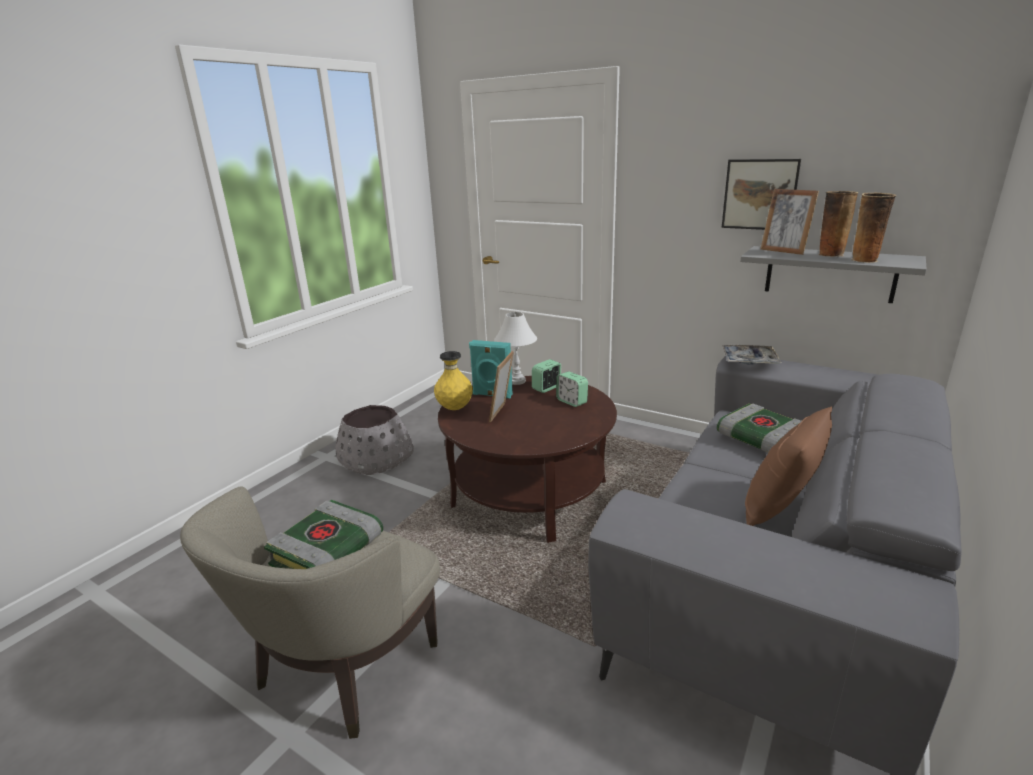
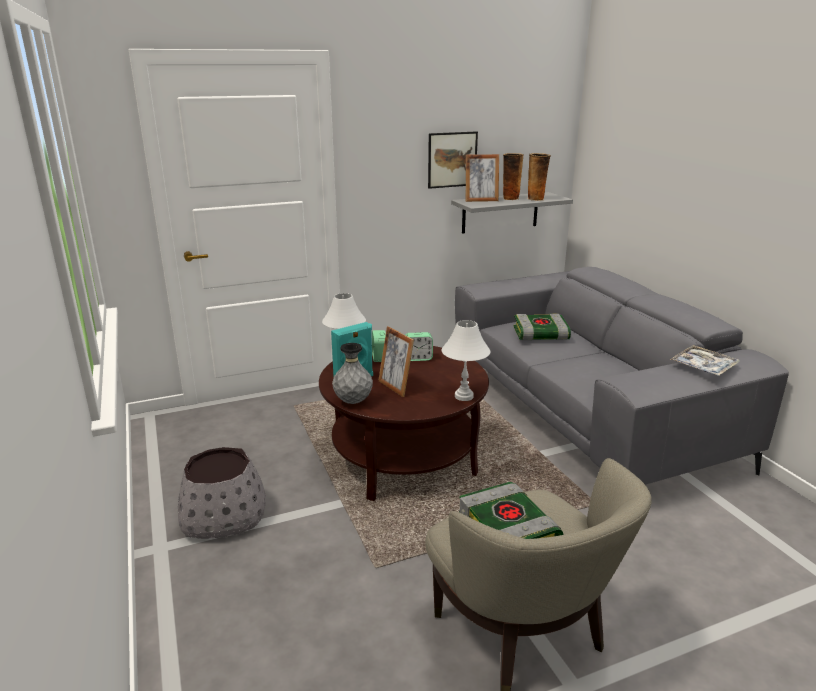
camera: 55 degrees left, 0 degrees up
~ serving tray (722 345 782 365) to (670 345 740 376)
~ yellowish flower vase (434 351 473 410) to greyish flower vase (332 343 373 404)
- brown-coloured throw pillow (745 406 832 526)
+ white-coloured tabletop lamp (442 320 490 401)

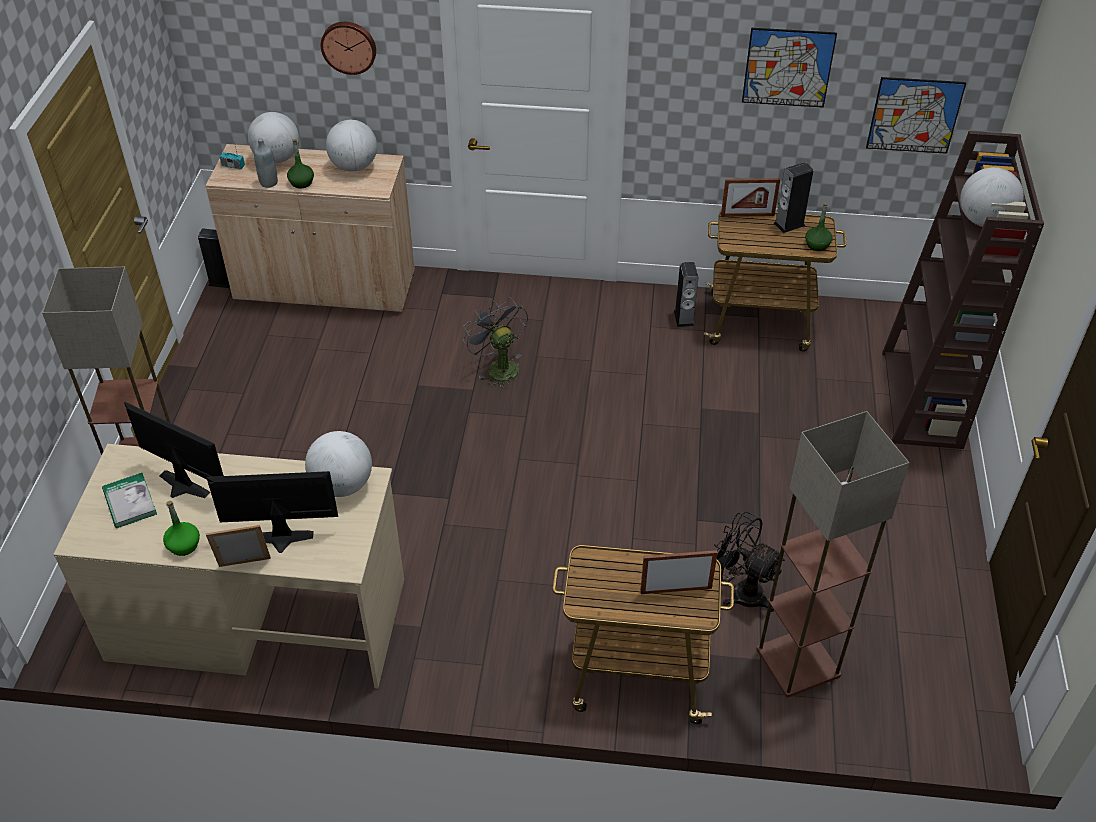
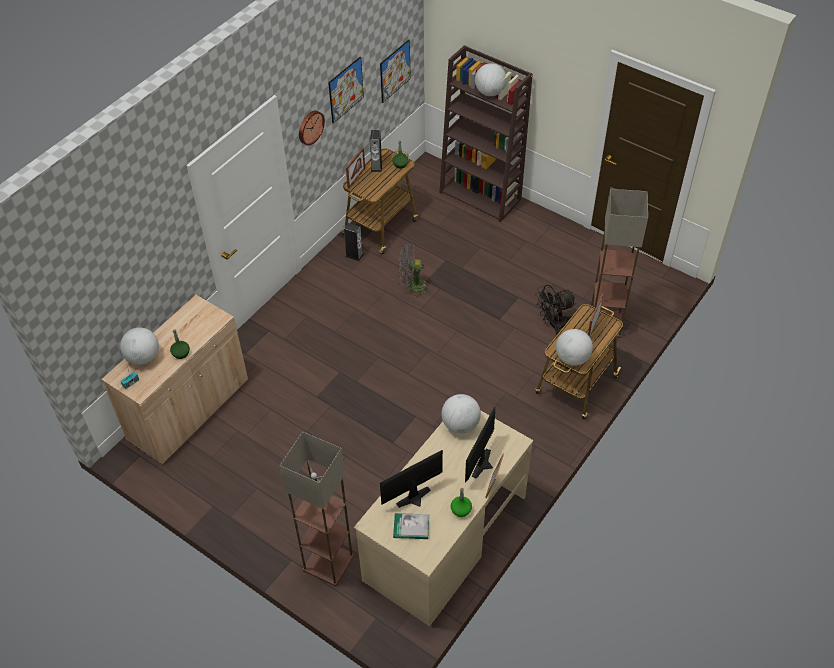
camera: 60 degrees left, 5 degrees up
~ hanging clock (321 22 376 75) to (299 111 325 146)
~ world globe (326 120 377 172) to (556 329 593 366)
- greyish beverage bottle (254 138 278 188)
- speaker (198 228 230 288)
~ greyish electric fan (463 297 528 389) to (398 244 432 297)

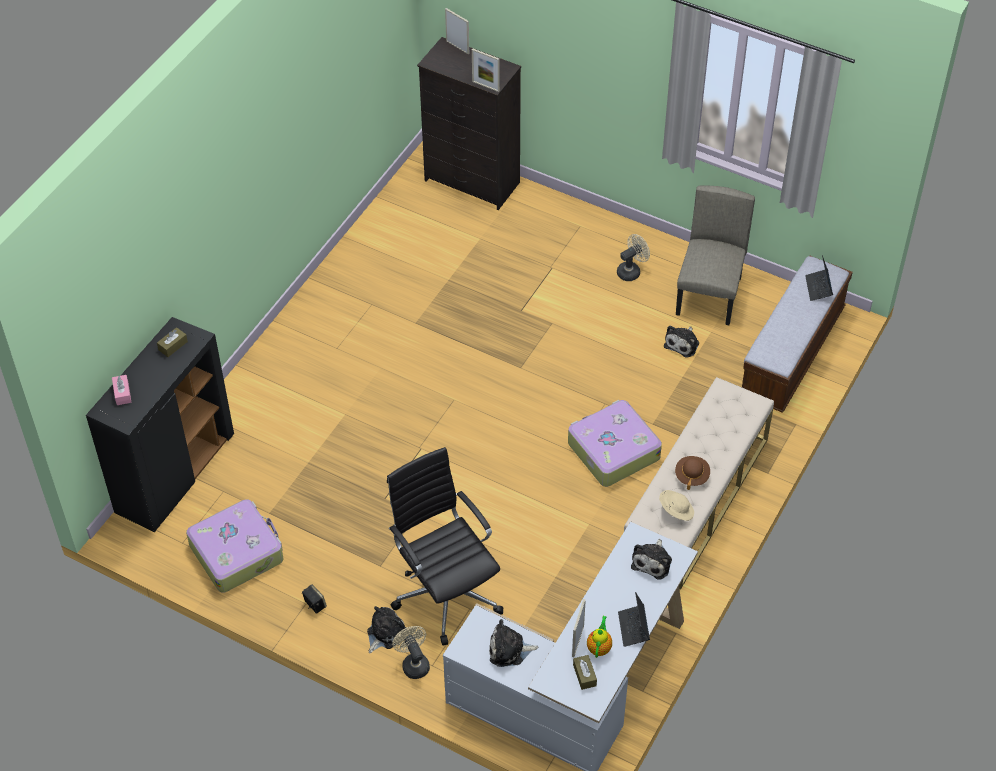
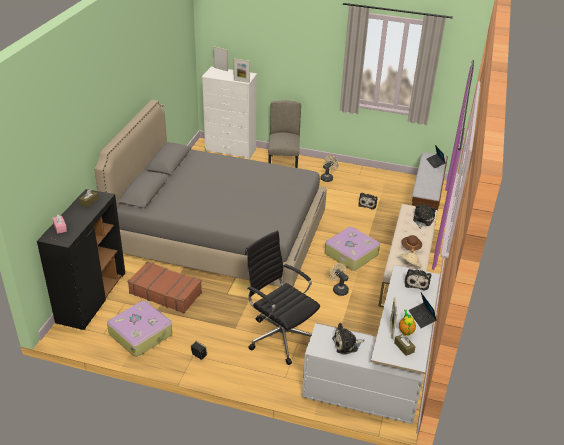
camera: 15 degrees left, 15 degrees down
~ black dresser (417 37 521 210) to white-coloured dresser (202 67 257 160)
~ beige upright chair (676 186 755 325) to (268 100 301 168)
~ plush toy (367 606 408 653) to (413 205 436 229)
~ beige electric fan (392 626 430 679) to (329 263 349 296)
+ greyish bedroom bed (94 100 327 287)
+ brown-coloured suitcase (128 261 202 313)

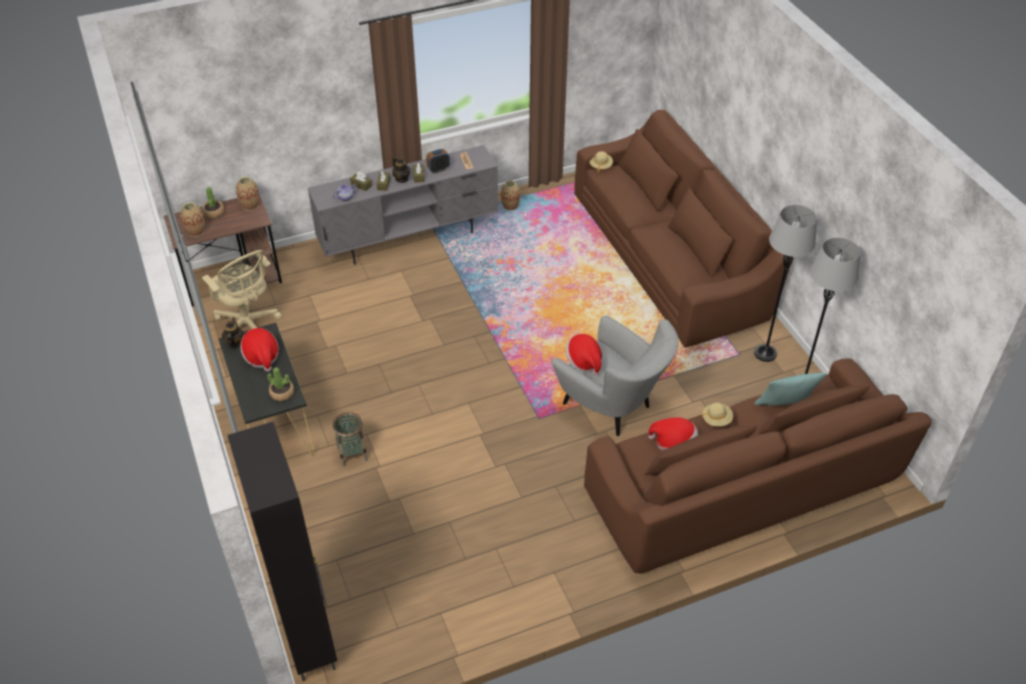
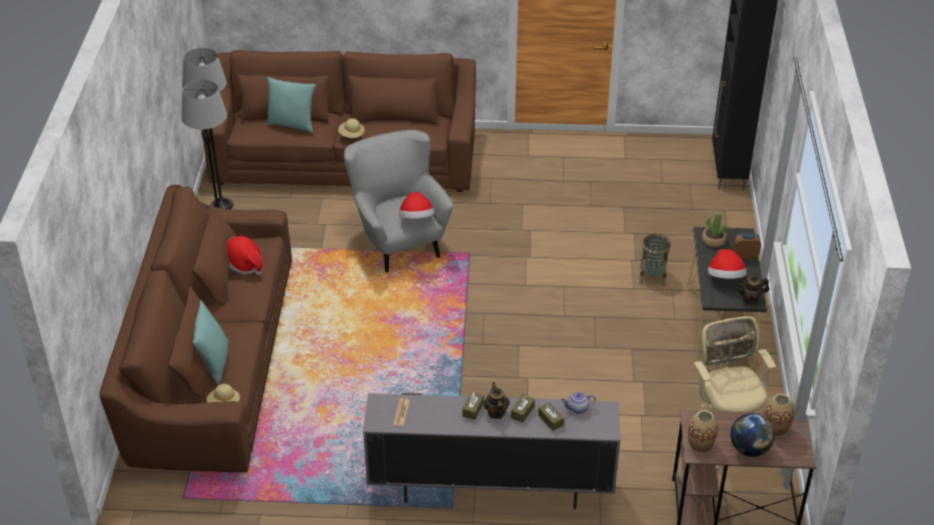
camera: 155 degrees left, 5 degrees down
~ bedside clock (426 149 450 173) to (733 233 761 259)
- flower vase (501 180 520 211)
~ houseplant (202 187 224 218) to world globe (730 413 774 457)
~ pot for tea (222 317 244 348) = (736 275 769 304) 60 degrees clockwise
~ hat (648 417 698 450) to (227 236 262 275)
+ turquoise-coloured throw pillow (193 300 229 385)

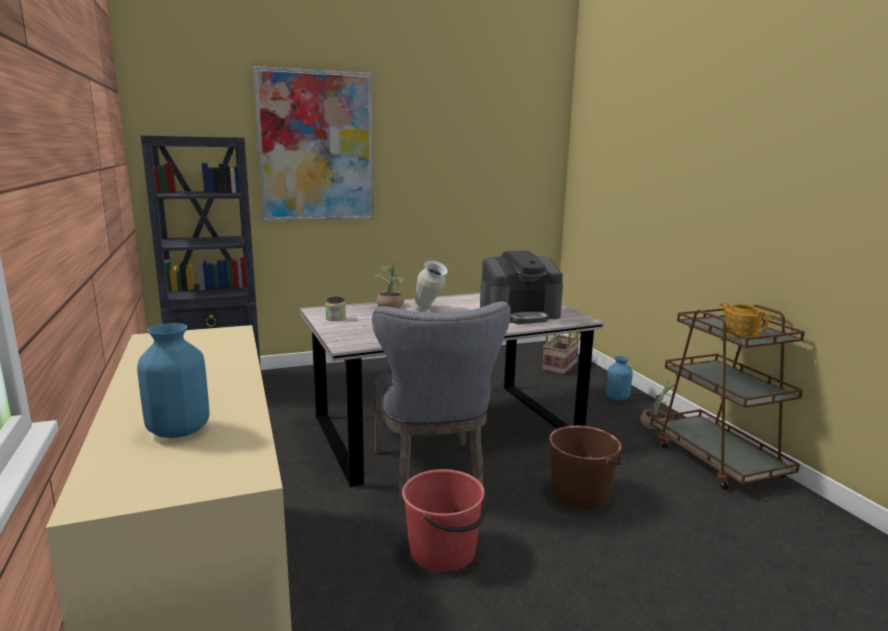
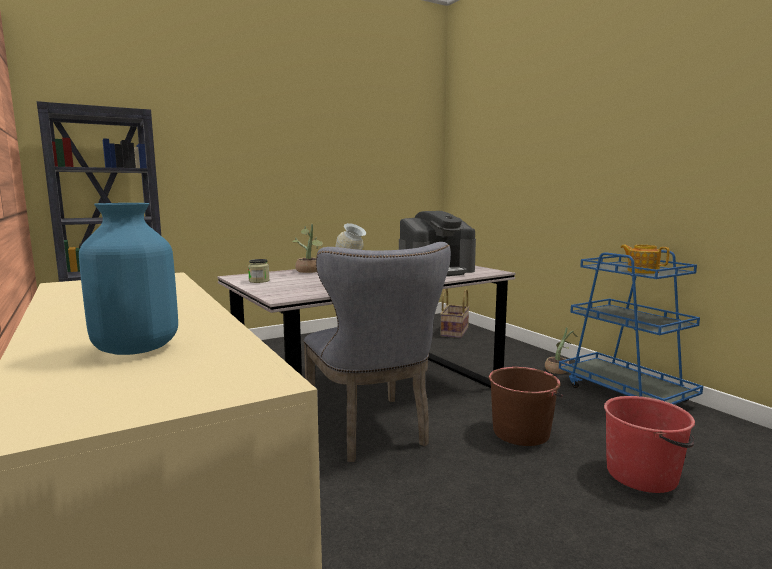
camera: 10 degrees left, 5 degrees down
- picture (253 66 374 221)
~ brown-coloured trolley (650 305 805 490) to bluish trolley (559 250 703 404)
- bluish flower vase (606 356 633 400)
~ reddish pail (402 469 486 572) to (604 396 695 493)

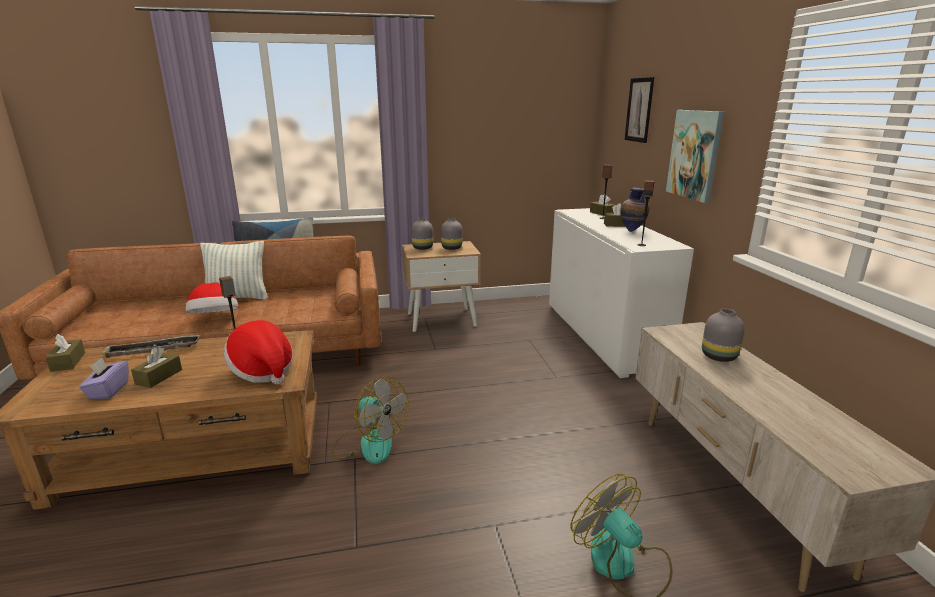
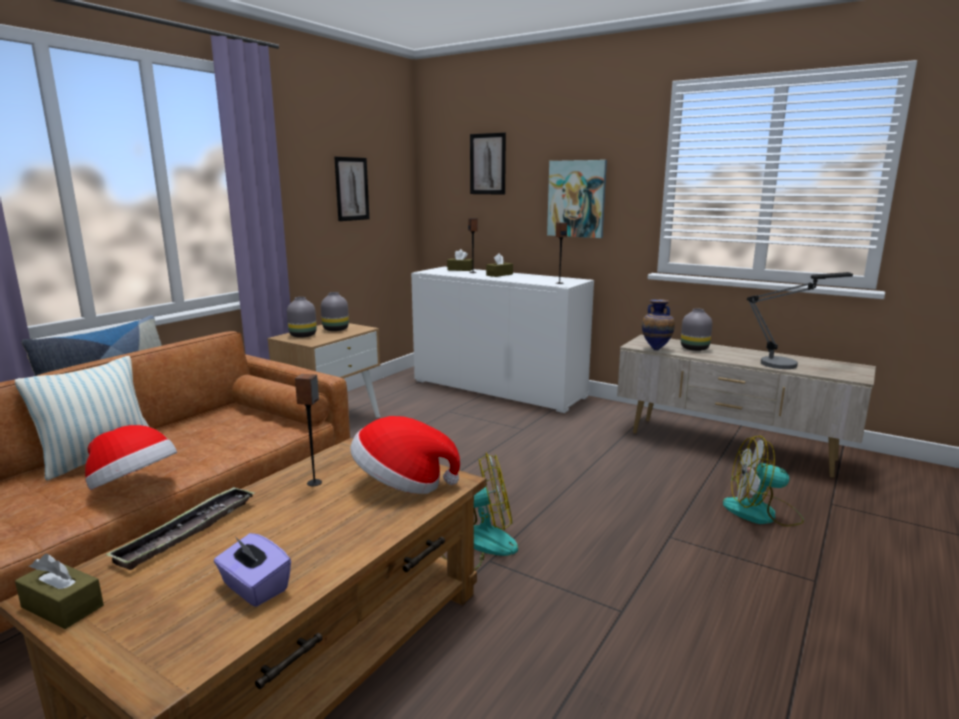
camera: 45 degrees left, 5 degrees down
~ flower vase (620 187 649 232) to (642 299 675 350)
- brown-coloured tissue box (131 347 182 388)
+ picture (334 157 370 221)
+ tabletop lamp (747 272 853 369)

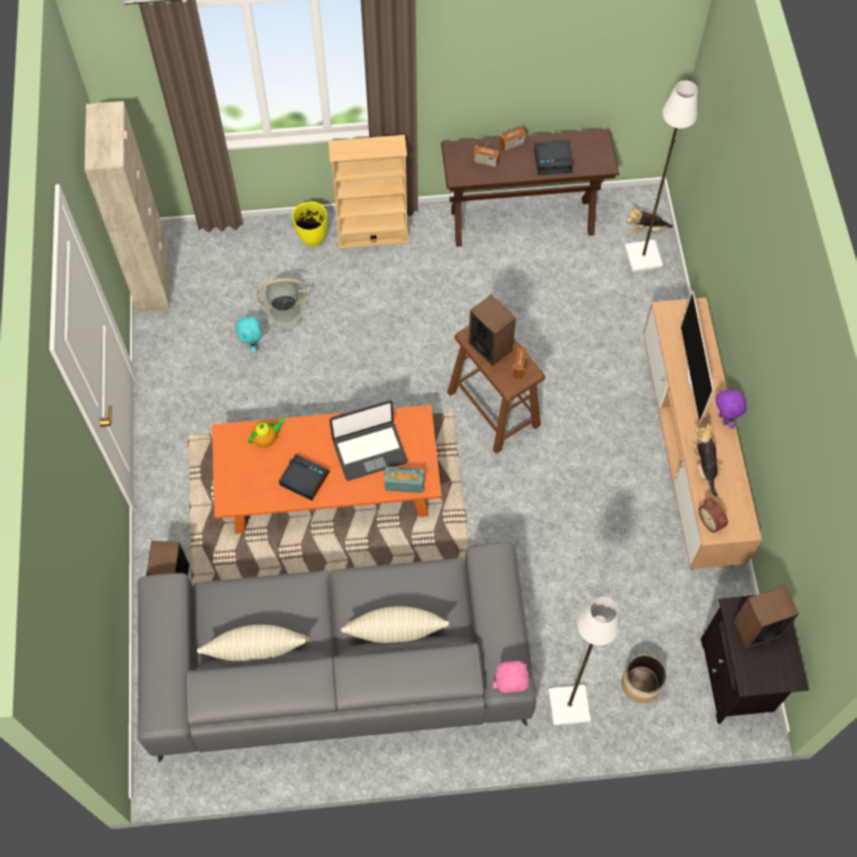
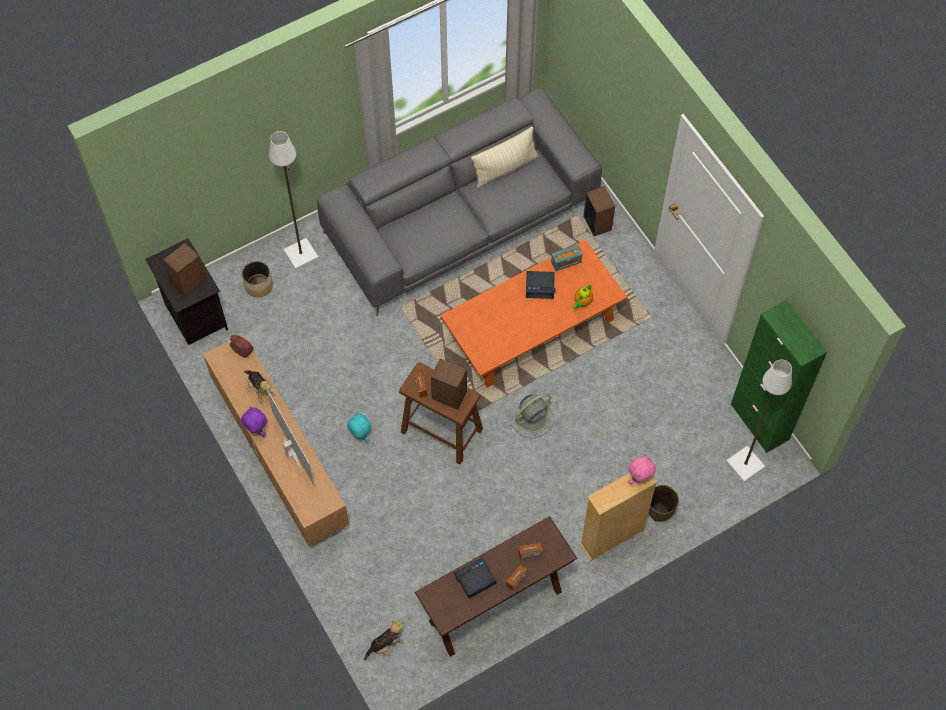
camera: 155 degrees right, 0 degrees up
~ white-coloured standard lamp (624 81 698 272) to (726 360 792 482)
~ beige cupboard (85 101 170 312) to greenish cupboard (731 300 827 453)
~ yellowish flower vase (292 202 327 247) to brown-coloured flower vase (649 485 679 522)
~ greyish electric fan (257 278 312 332) to (511 393 554 438)
~ turquoise-coloured plush toy (236 316 262 353) to (347 412 372 442)
- notebook computer (330 400 407 481)
~ radio set (384 467 425 493) to (551 245 582 271)
- beige throw pillow (341 606 449 643)
~ pinkish plush toy (493 661 529 693) to (628 456 656 484)

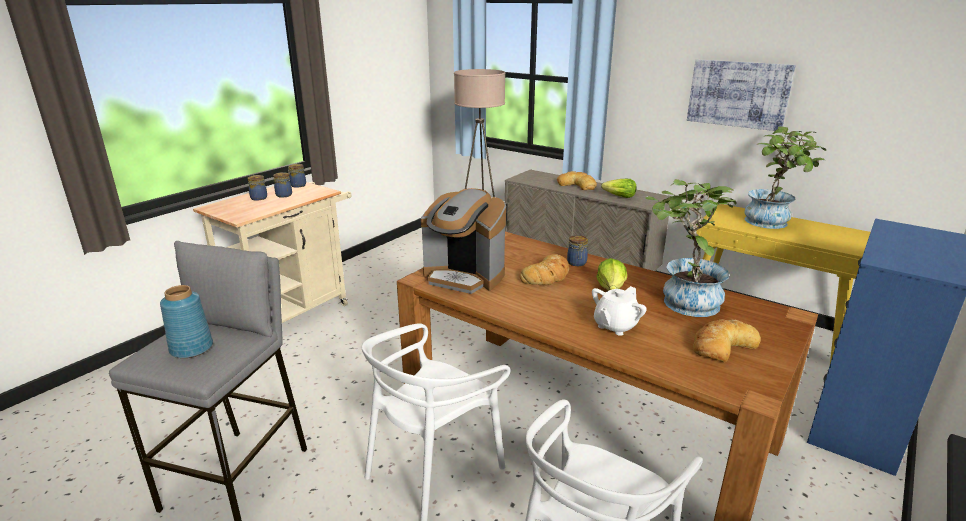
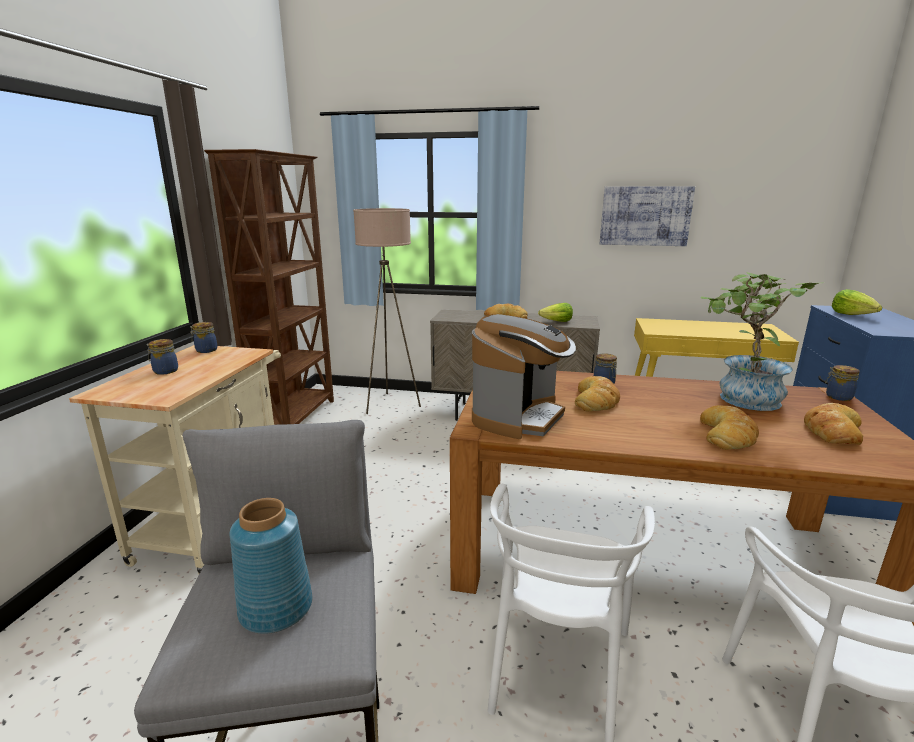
camera: 25 degrees left, 5 degrees down
- houseplant (745 126 826 229)
~ jar (273 172 292 198) to (825 365 860 401)
~ coffee machine (421 188 506 294) = (472 314 576 439) 60 degrees counterclockwise
~ head of lettuce (597 258 627 290) to (832 289 882 315)
~ white-coloured pot for tea (592 286 647 336) to bread (700 405 759 450)
+ brown-coloured shelving unit (204 149 334 425)

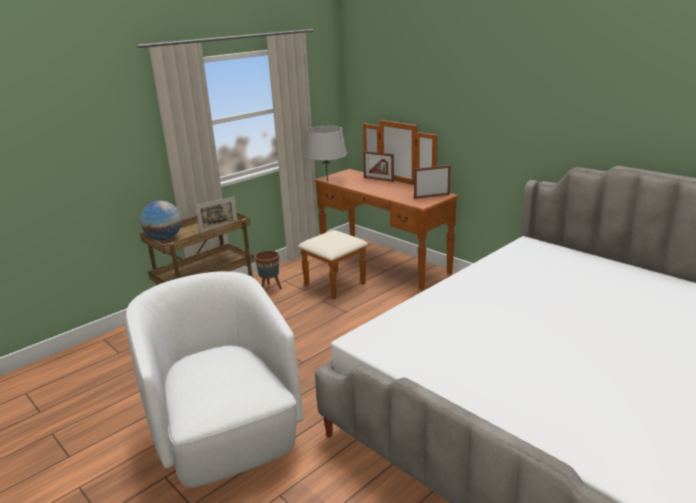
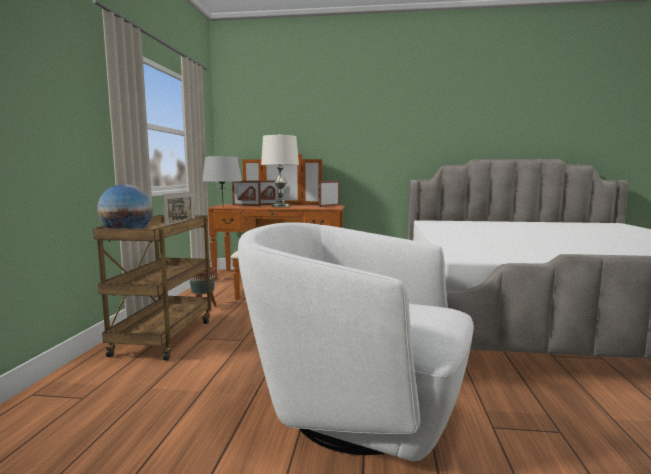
camera: 40 degrees left, 15 degrees down
+ white-coloured tabletop lamp (261 134 299 207)
+ photo frame (232 181 261 206)

